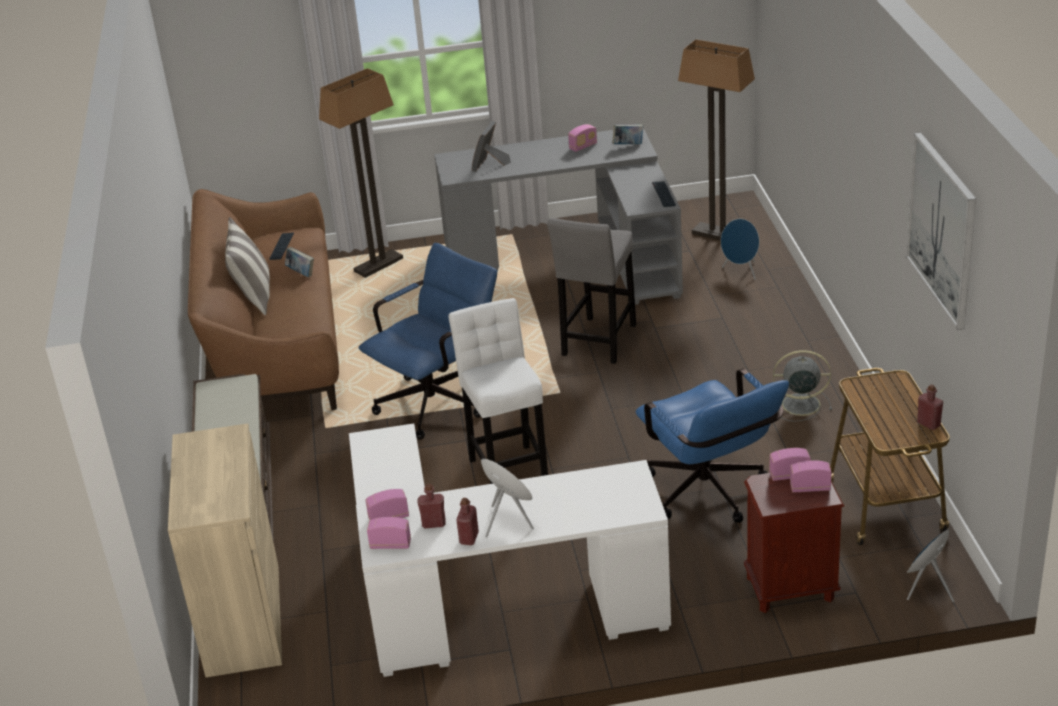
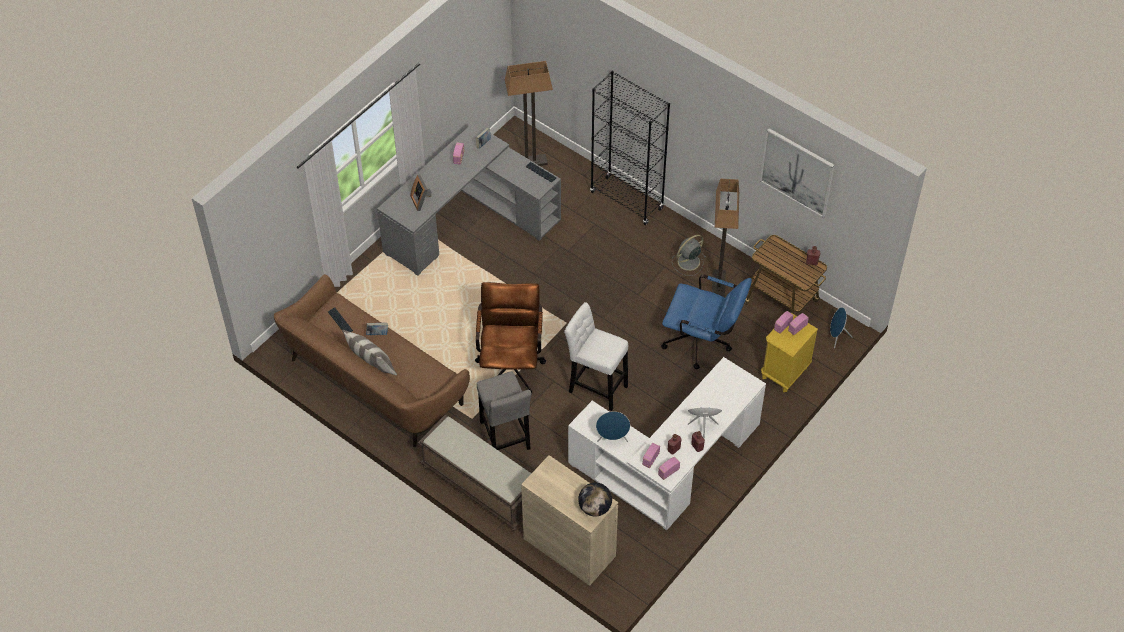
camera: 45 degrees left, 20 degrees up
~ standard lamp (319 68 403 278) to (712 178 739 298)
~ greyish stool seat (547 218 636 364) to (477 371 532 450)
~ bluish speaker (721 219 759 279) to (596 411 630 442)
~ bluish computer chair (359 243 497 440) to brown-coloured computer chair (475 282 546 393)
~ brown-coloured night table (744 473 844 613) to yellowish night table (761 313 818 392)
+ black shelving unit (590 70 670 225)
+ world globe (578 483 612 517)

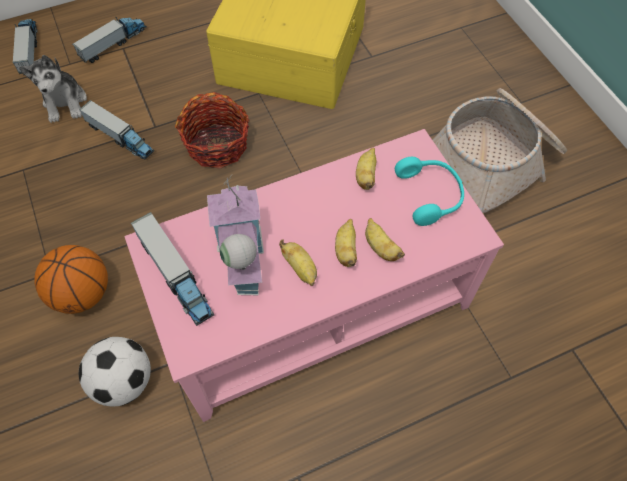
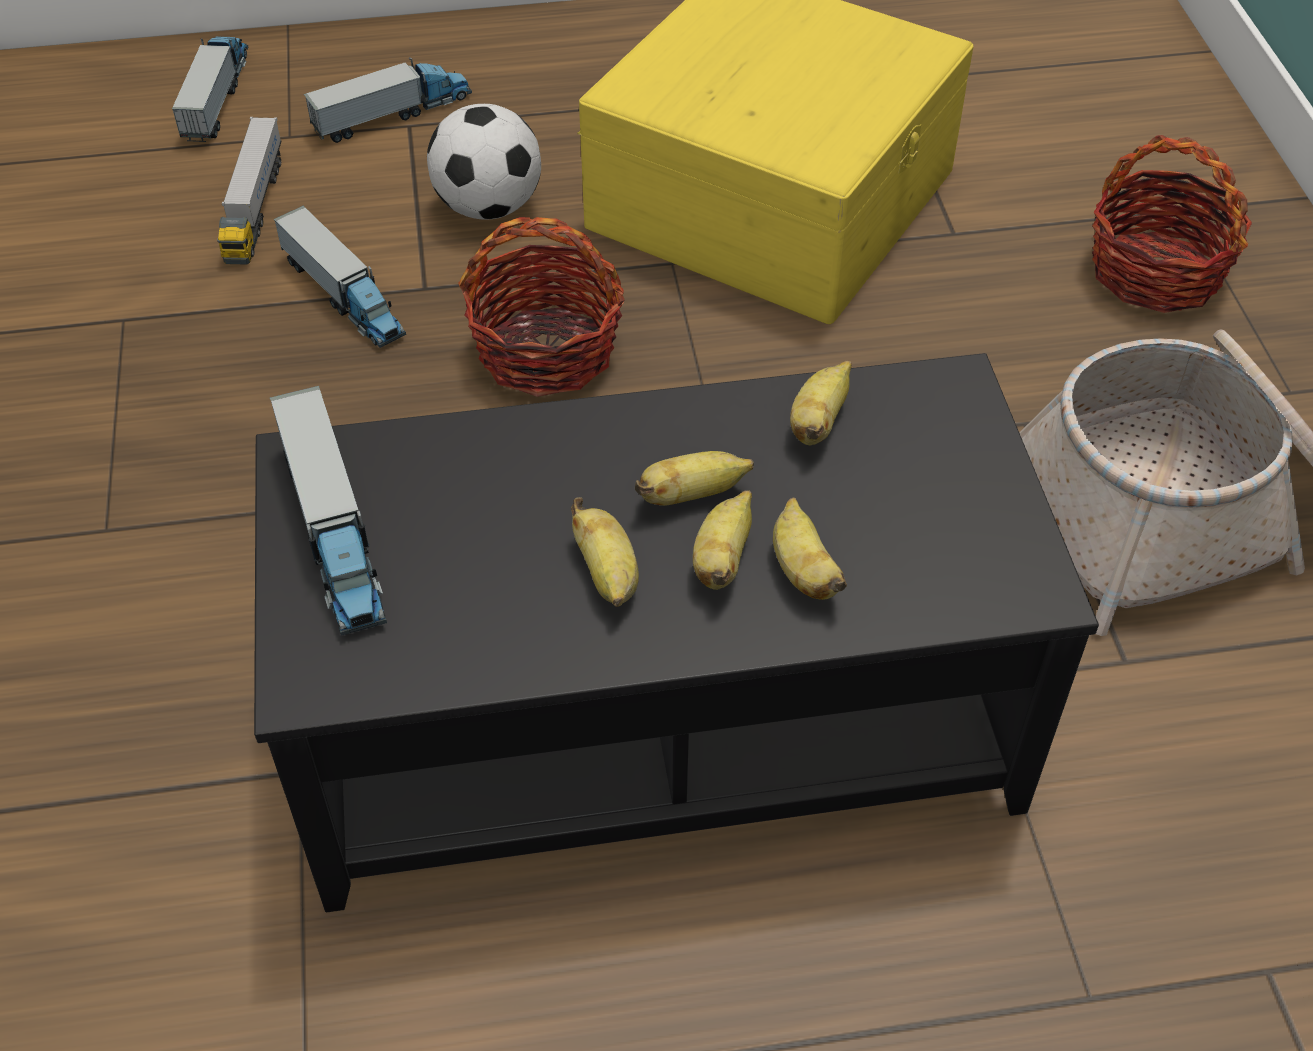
camera: 15 degrees right, 10 degrees down
~ plush toy (19 55 87 123) to model truck (217 117 282 265)
~ pinkish coffee table (125 129 504 422) to black coffee table (254 353 1099 912)
- turquoise-coloured headphones (395 157 464 226)
- toy house (207 176 264 295)
- basketball ball (34 245 108 314)
~ football ball (79 337 151 406) to (427 104 541 220)
+ household basket (1092 135 1252 313)
+ banana fruit (635 451 754 506)

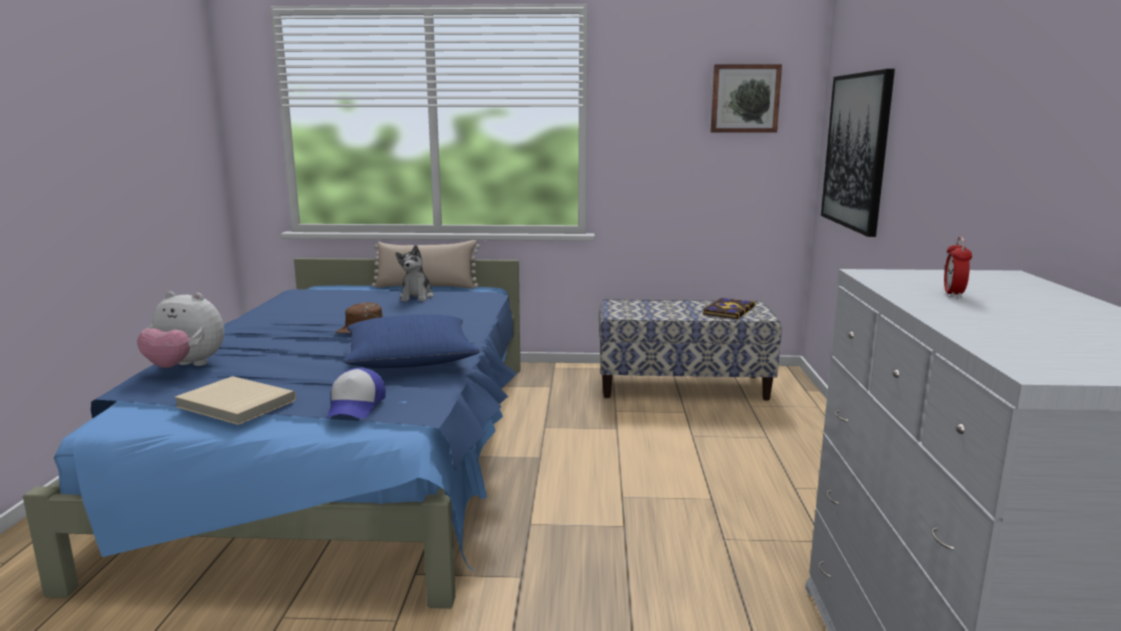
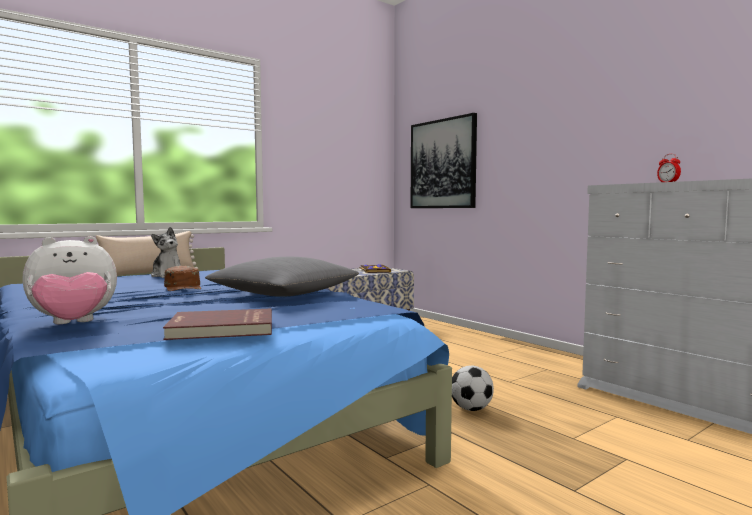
camera: 40 degrees left, 10 degrees down
- picture (710 64 782 133)
~ bluish throw pillow (343 314 480 368) to greyish throw pillow (205 257 359 297)
- baseball cap (327 368 386 419)
~ beige bound book (175 376 296 425) to reddish bound book (163 309 272 340)
+ football ball (452 365 494 411)

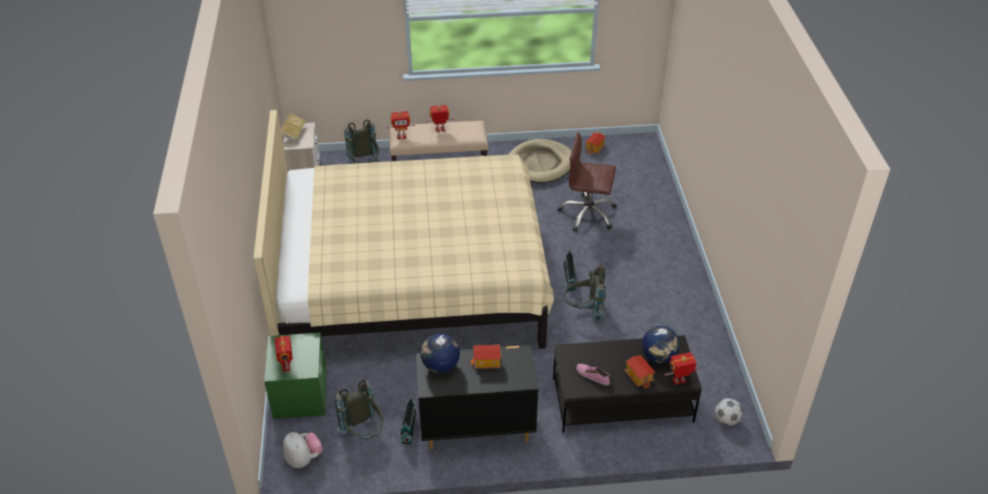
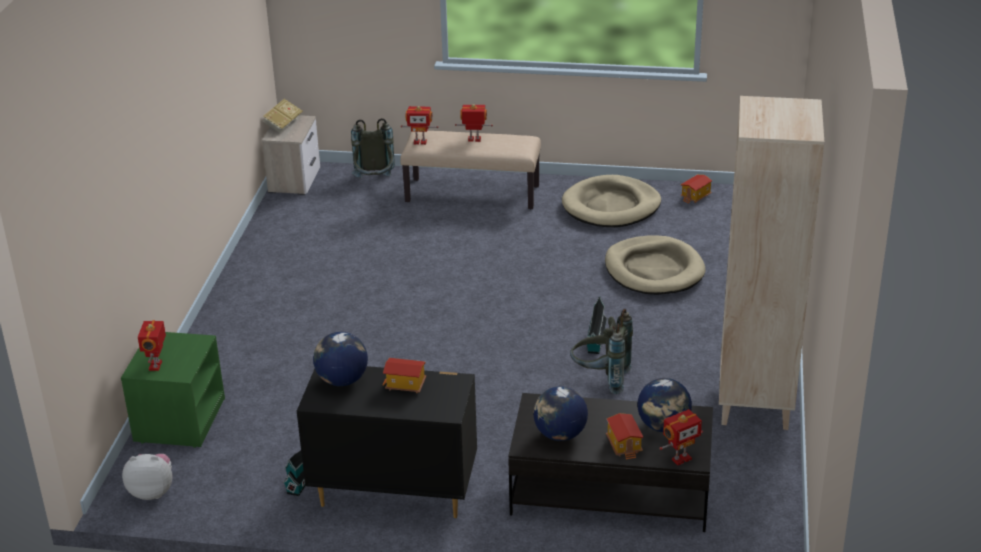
camera: 15 degrees right, 10 degrees down
- beige bedroom bed (253 110 554 349)
~ brown-coloured computer chair (558 132 617 232) to beige pet bed (605 235 705 295)
~ robot figure (665 352 699 385) = (659 409 703 465) 150 degrees clockwise
~ low shoe (576 364 611 386) to world globe (533 386 588 441)
- greyish rucksack (335 380 384 439)
- football ball (715 398 743 426)
~ plush toy (283 432 323 468) = (122 454 172 500) 75 degrees counterclockwise
+ beige shelving unit (719 96 824 430)

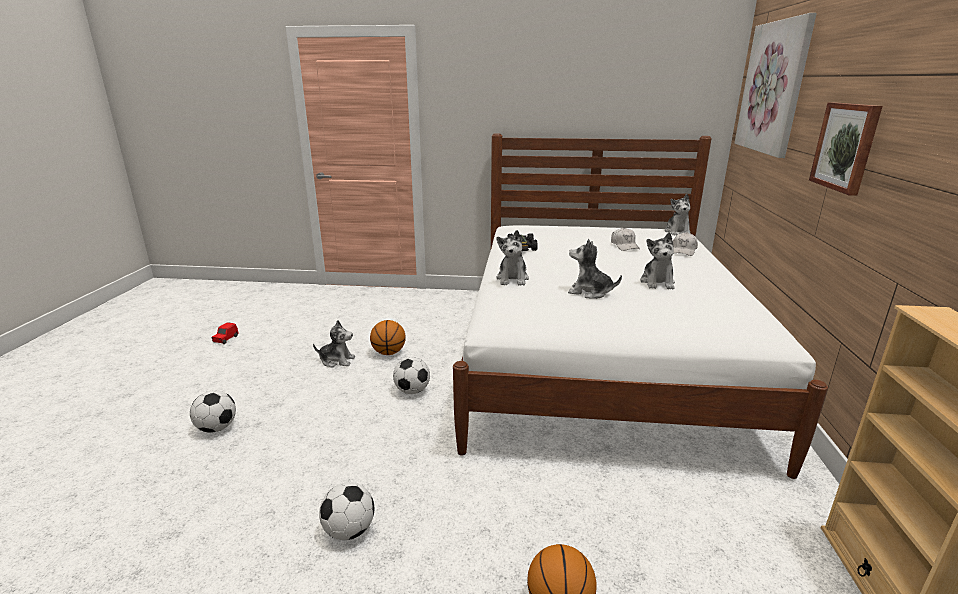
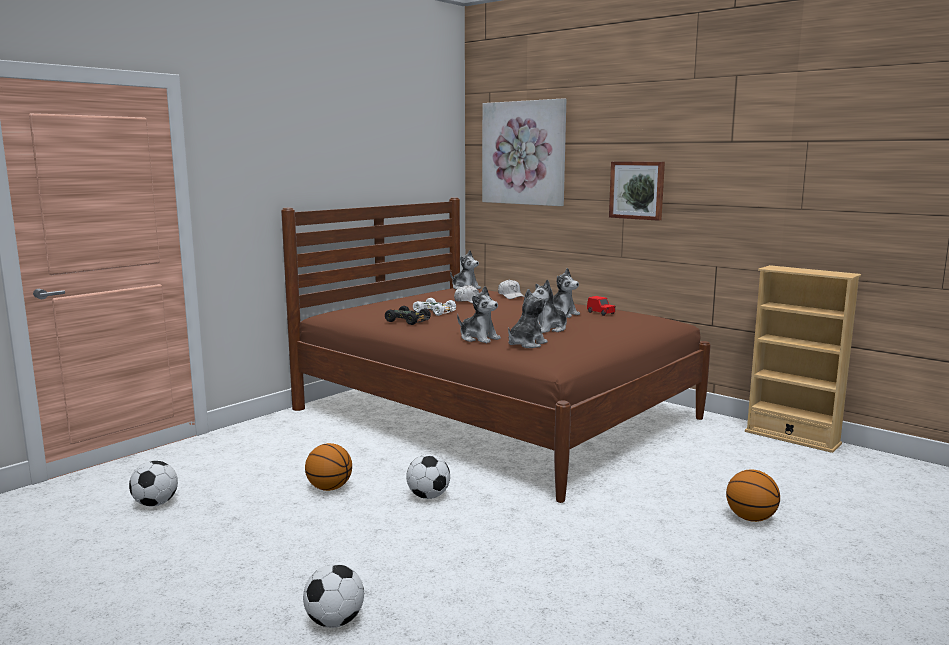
camera: 55 degrees left, 10 degrees down
~ white-coloured bedroom bed (453 133 828 479) to brown-coloured bedroom bed (281 197 711 503)
~ plush toy (313 320 355 368) to (508 289 548 348)
~ reddish model car (212 322 238 344) to (587 296 616 316)
~ football ball (319 482 374 540) to (129 461 178 506)
+ white-coloured model car (413 298 456 316)

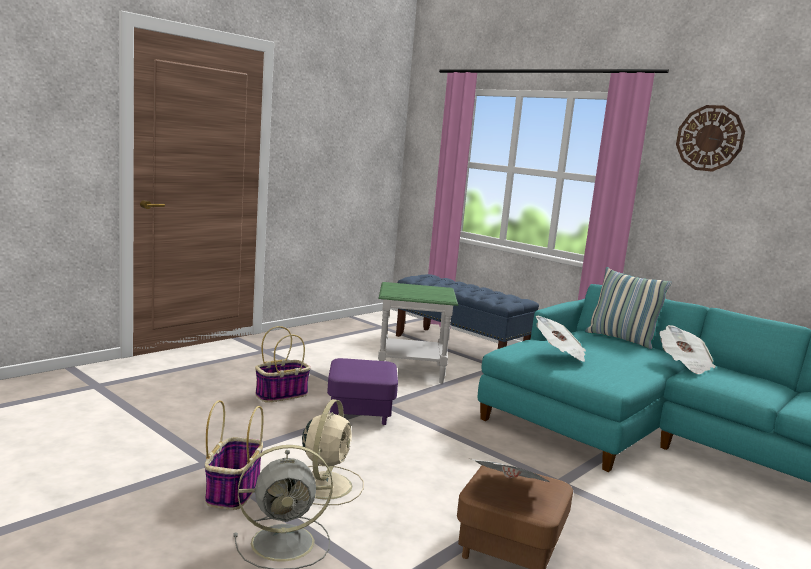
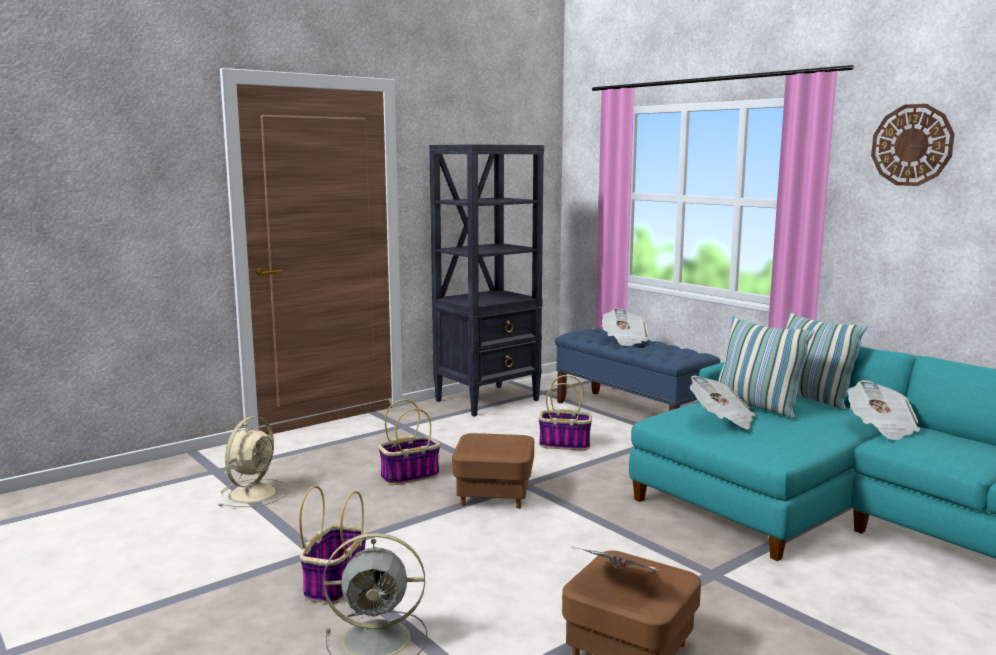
camera: 10 degrees right, 0 degrees up
~ greenish end table (378 282 458 384) to household basket (538 375 592 450)
~ purple ottoman (327 358 398 425) to brown-coloured ottoman (452 433 534 509)
~ beige electric fan (302 399 364 505) to (217 416 290 507)
+ black shelving unit (429 144 544 416)
+ printed paper (602 308 648 346)
+ throw pillow (718 316 814 418)

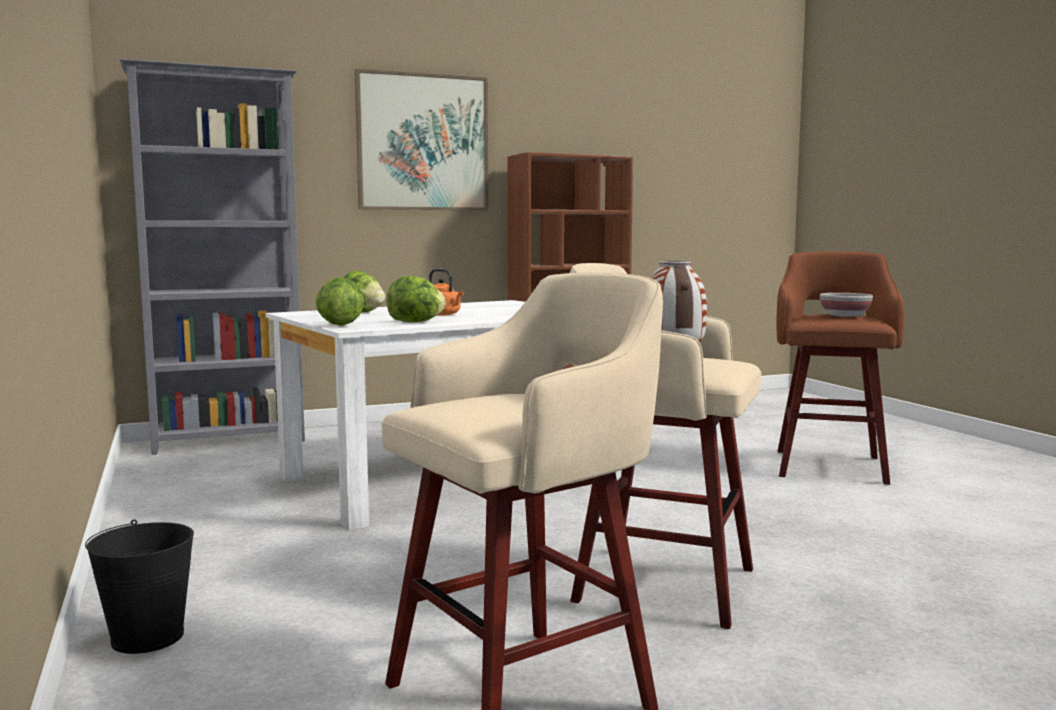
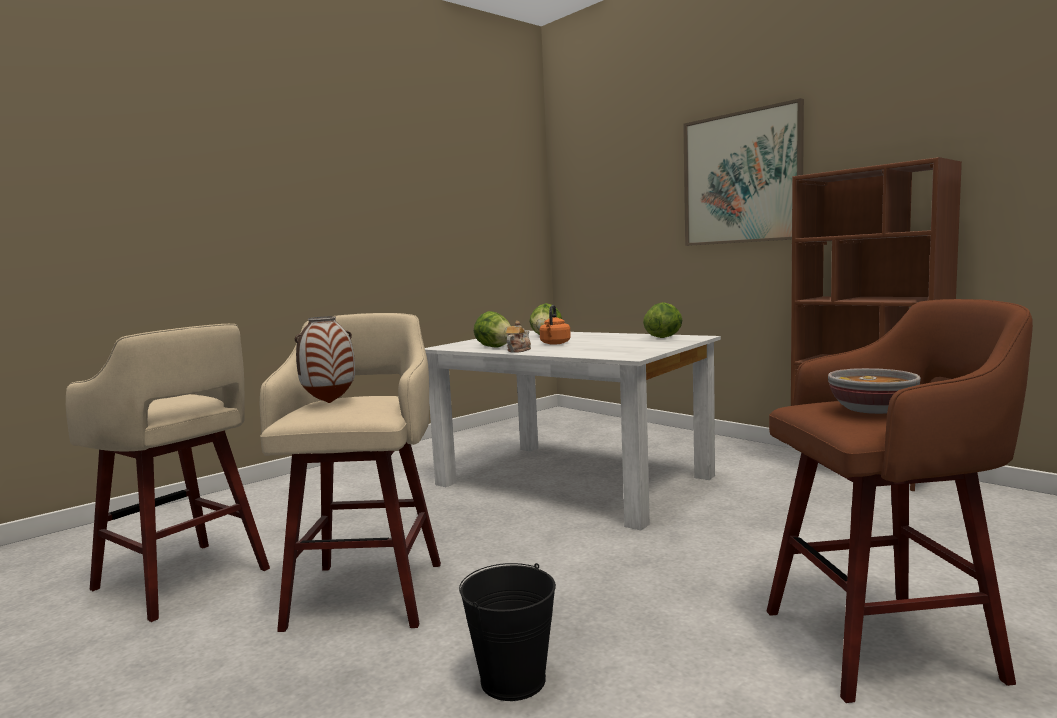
camera: 70 degrees right, 0 degrees up
- greyish shelving unit (119 59 305 455)
~ head of lettuce (316 277 364 326) to (643 302 682 338)
~ black pail (85 519 194 654) to (459 563 556 701)
+ pot for tea (506 321 531 353)

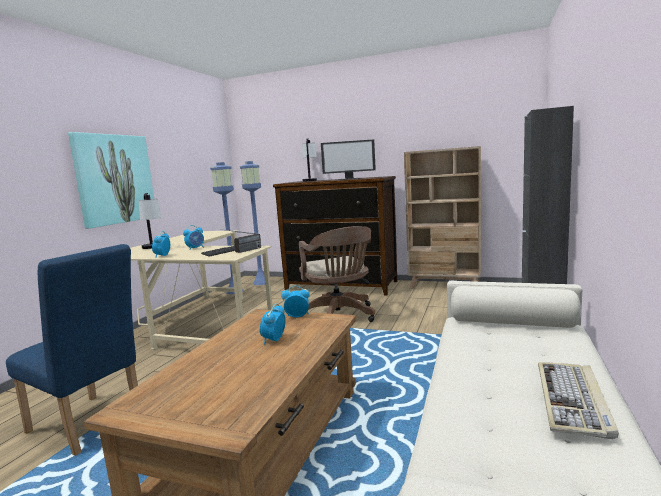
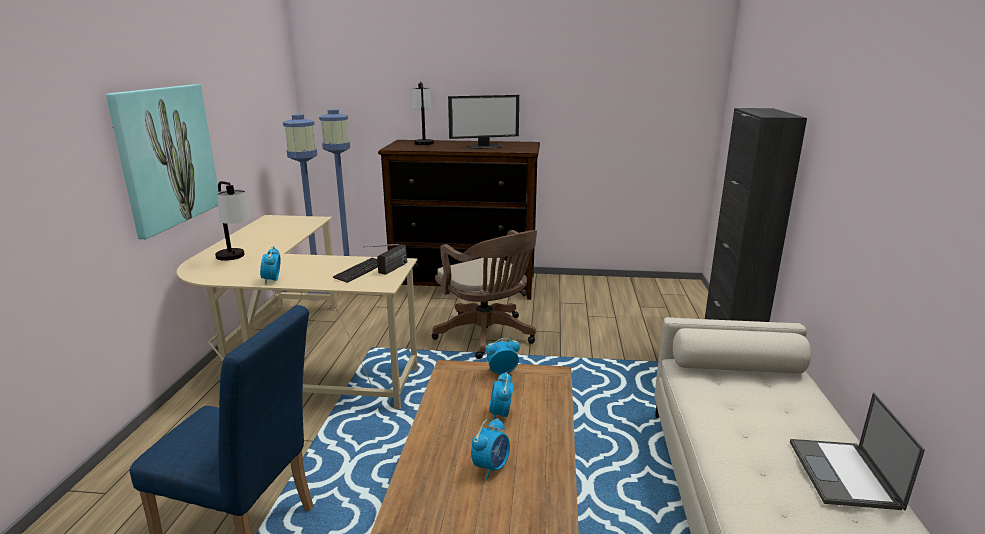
camera: 15 degrees left, 10 degrees up
- beige shelving unit (404 146 481 289)
~ bedside clock (183 225 204 250) to (471 418 510 480)
~ PC keyboard (538 362 619 439) to notebook computer (790 393 925 511)

